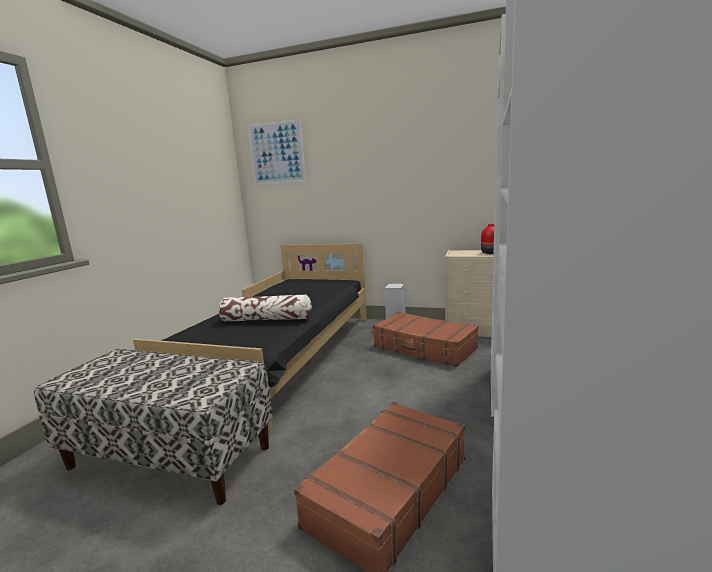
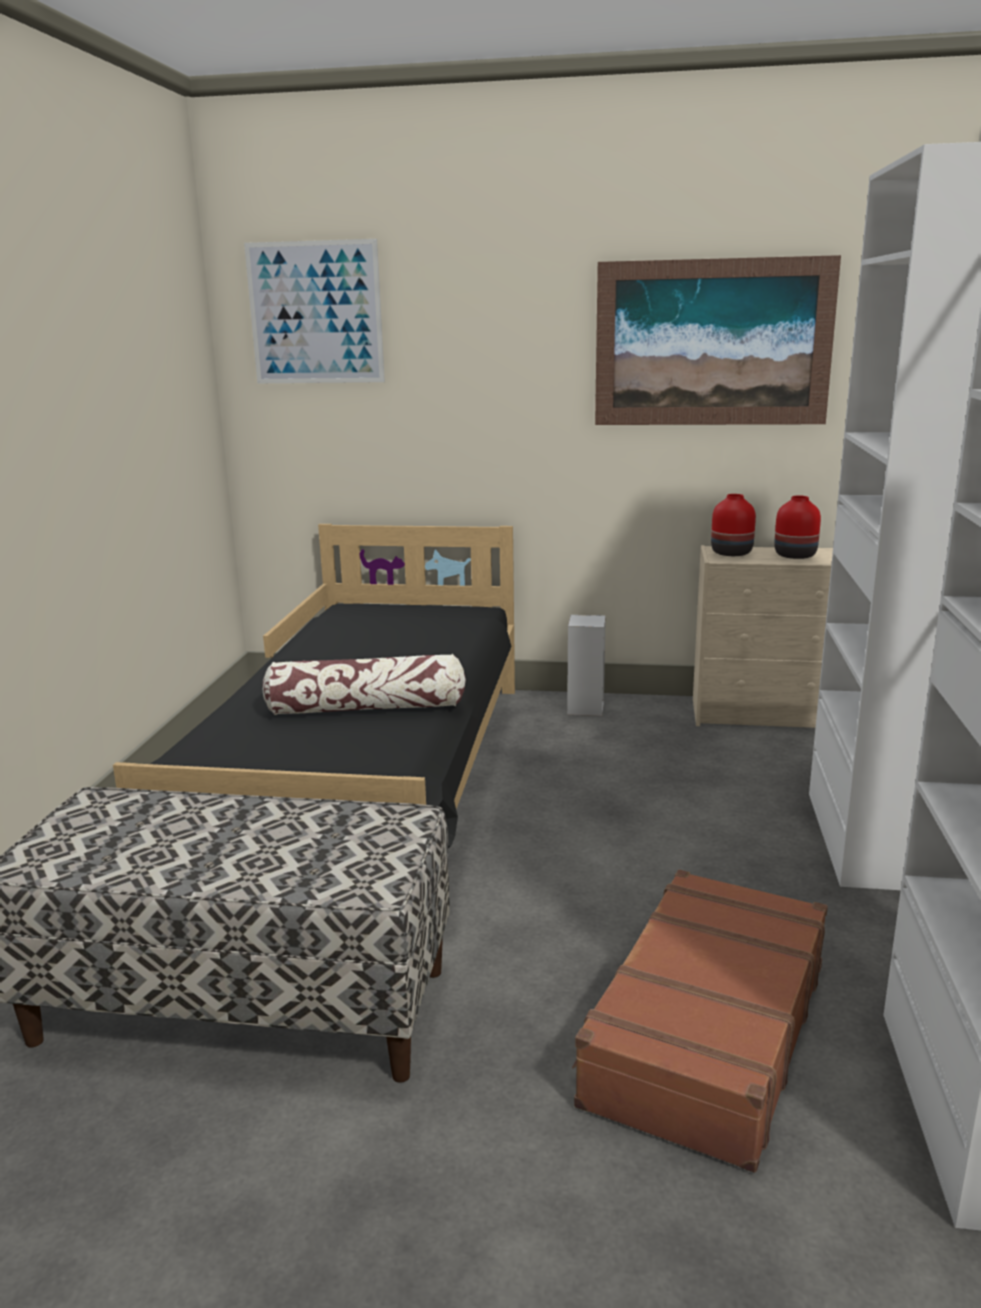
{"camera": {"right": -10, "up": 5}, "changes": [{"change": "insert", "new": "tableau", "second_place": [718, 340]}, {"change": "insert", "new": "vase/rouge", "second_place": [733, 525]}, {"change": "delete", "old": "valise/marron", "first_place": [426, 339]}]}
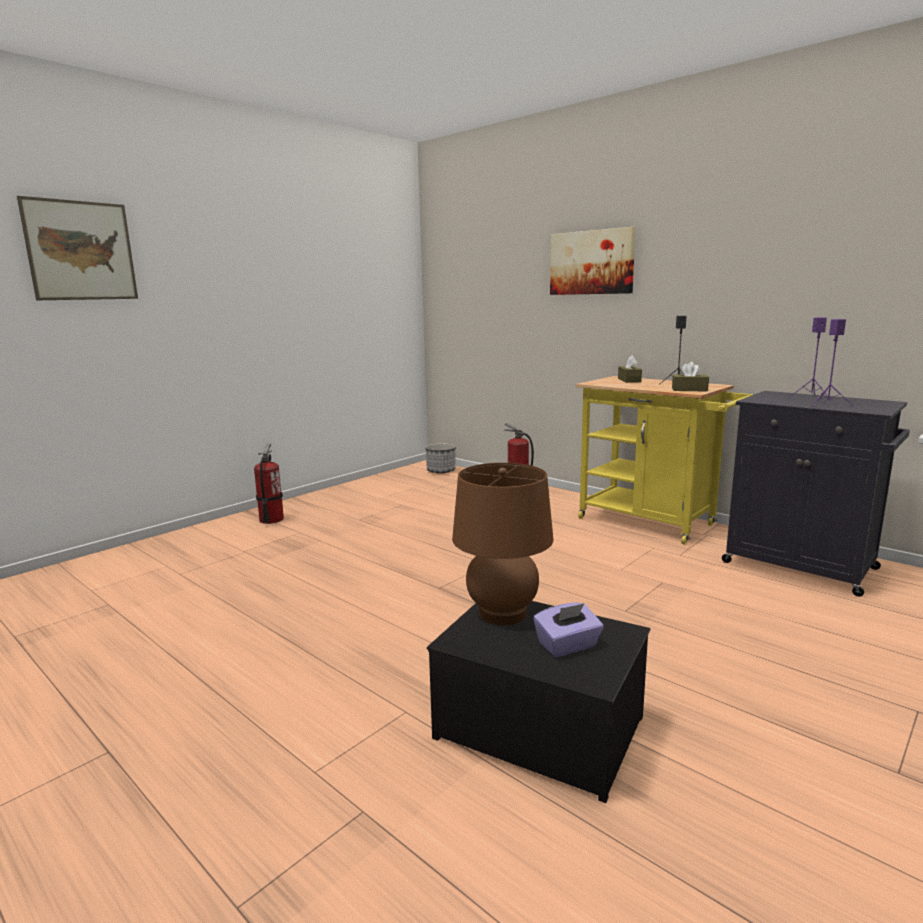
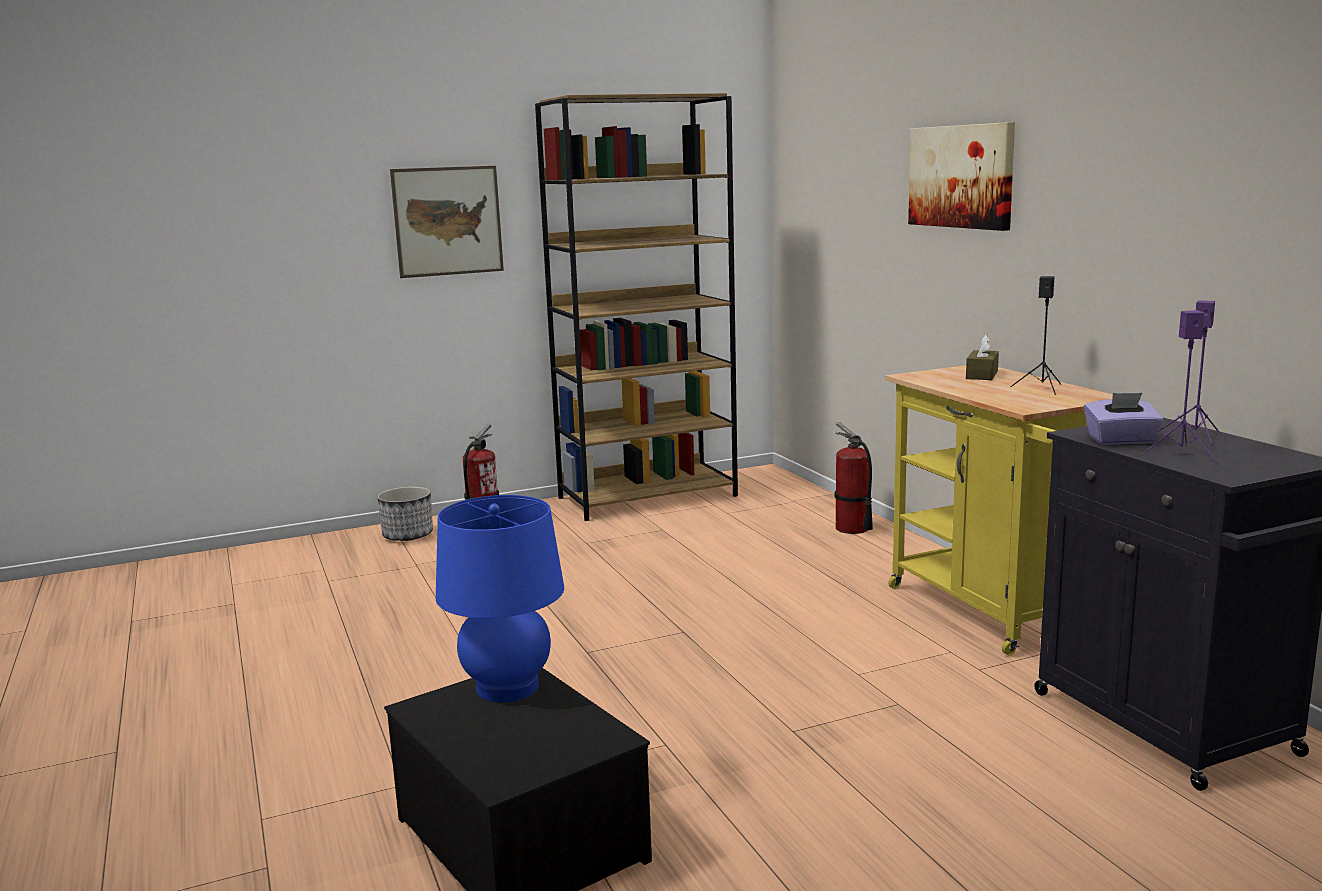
{"camera": {"right": 25, "up": 0}, "changes": [{"change": "move", "old": "cache-pot", "first_place": [440, 458], "second_place": [405, 513]}, {"change": "move", "old": "tableau", "first_place": [77, 248], "second_place": [447, 222]}, {"change": "recolor", "old": "lampe de table/marron", "new": "lampe de table/bleu", "first_place": [502, 544], "second_place": [500, 598]}, {"change": "insert", "new": "bibliothèque/marron", "second_place": [636, 307]}, {"change": "move", "old": "boîte à mouchoirs/violet", "first_place": [568, 629], "second_place": [1123, 419]}, {"change": "delete", "old": "boîte à mouchoirs/marron", "first_place": [690, 377]}]}
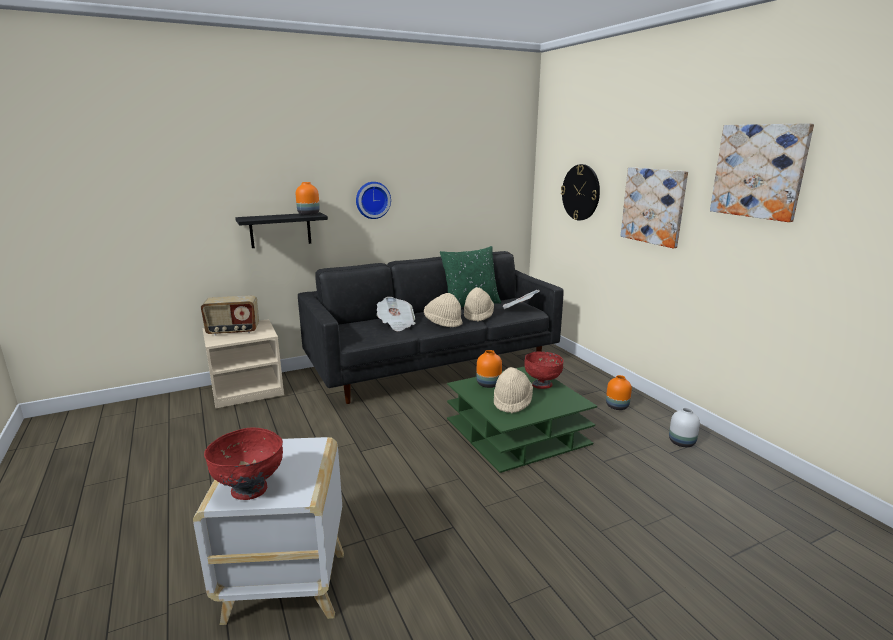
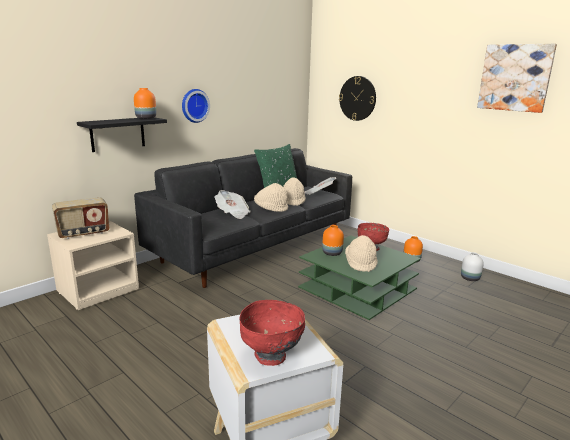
{"camera": {"right": -20, "up": 0}, "changes": [{"change": "delete", "old": "tableau", "first_place": [654, 207]}]}
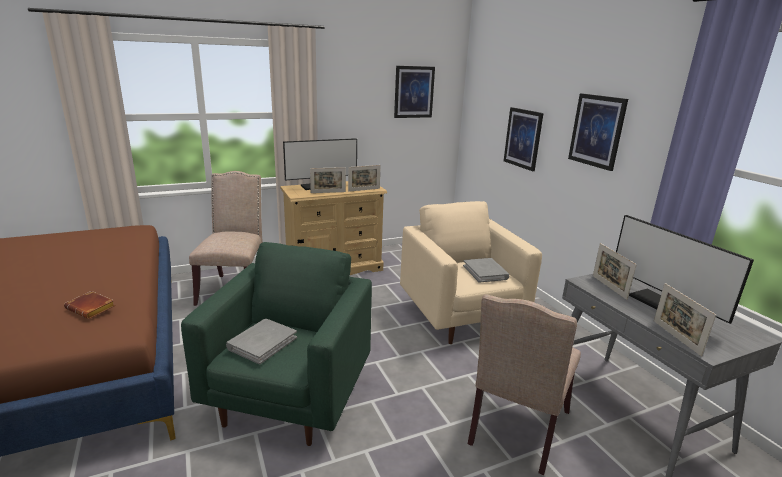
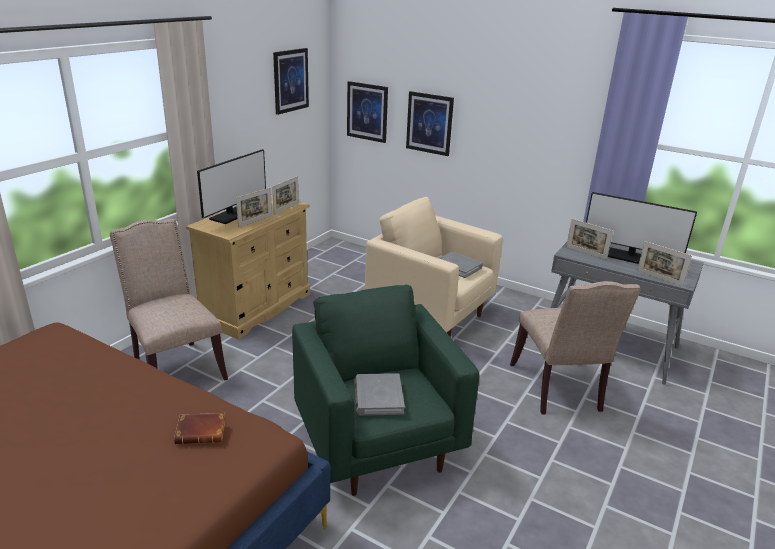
{"camera": {"right": -35, "up": 5}, "changes": [{"change": "move", "old": "tableau", "first_place": [598, 132], "second_place": [367, 112]}]}
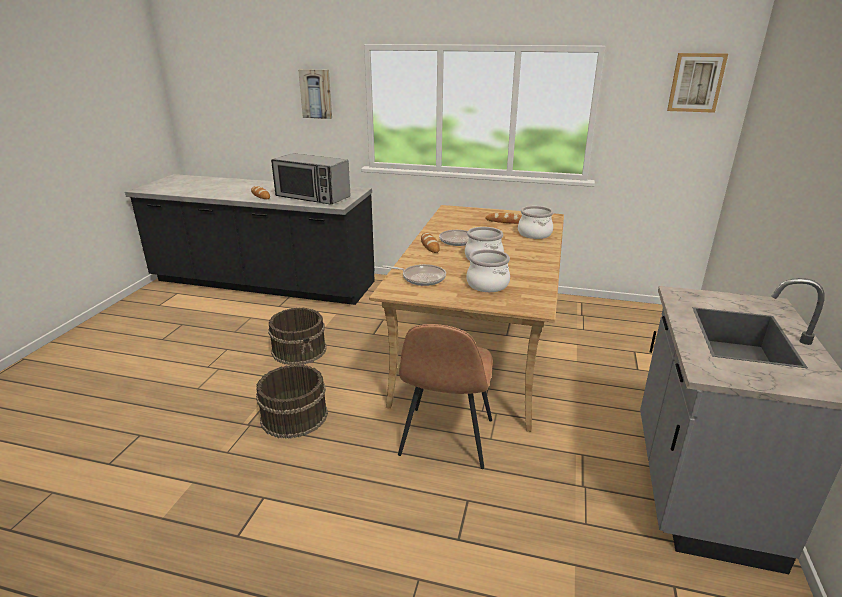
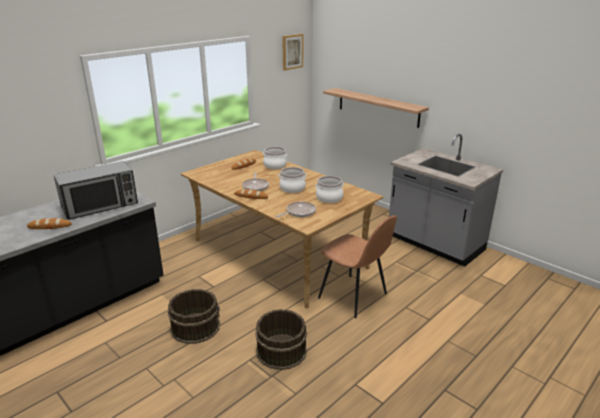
{"camera": {"right": -60, "up": 0}, "changes": [{"change": "insert", "new": "étagère", "second_place": [376, 108]}, {"change": "delete", "old": "tableau", "first_place": [315, 94]}]}
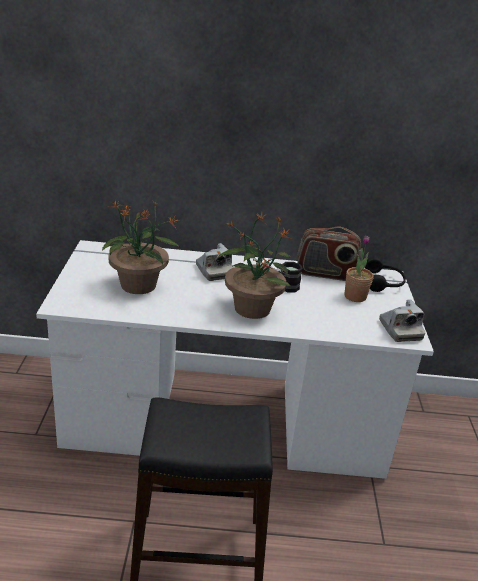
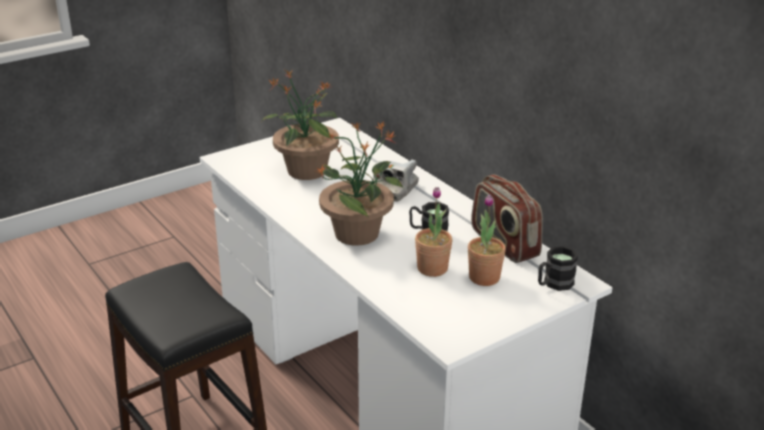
{"camera": {"right": 55, "up": 0}, "changes": [{"change": "insert", "new": "plante en pot", "second_place": [433, 232]}, {"change": "replace", "old": "casque audio/noir", "new": "mug/noir", "first_place": [385, 274], "second_place": [558, 268]}, {"change": "delete", "old": "appareil photo", "first_place": [402, 320]}]}
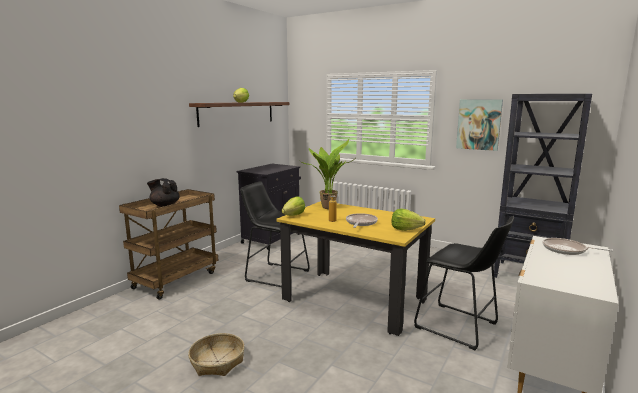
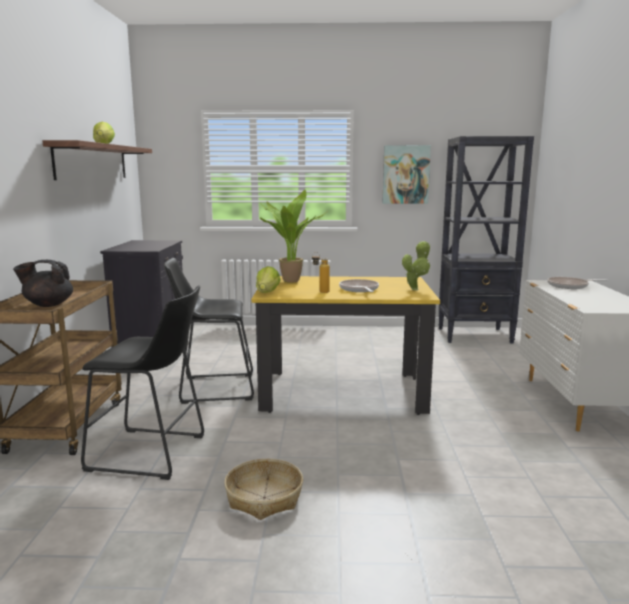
{"camera": {"right": -30, "up": 0}, "changes": [{"change": "move", "old": "tabouret/noir", "first_place": [464, 283], "second_place": [142, 382]}, {"change": "replace", "old": "laitue", "new": "plante en pot", "first_place": [408, 220], "second_place": [416, 265]}]}
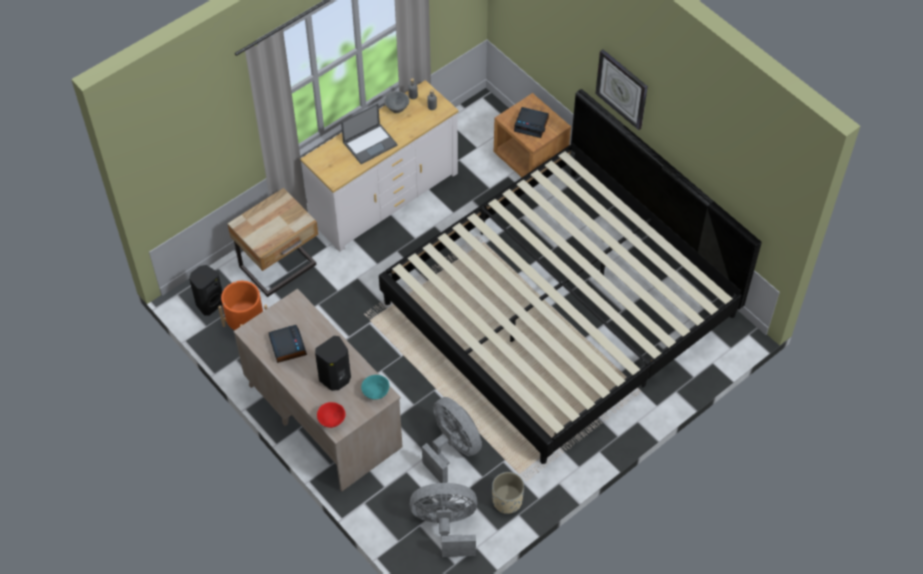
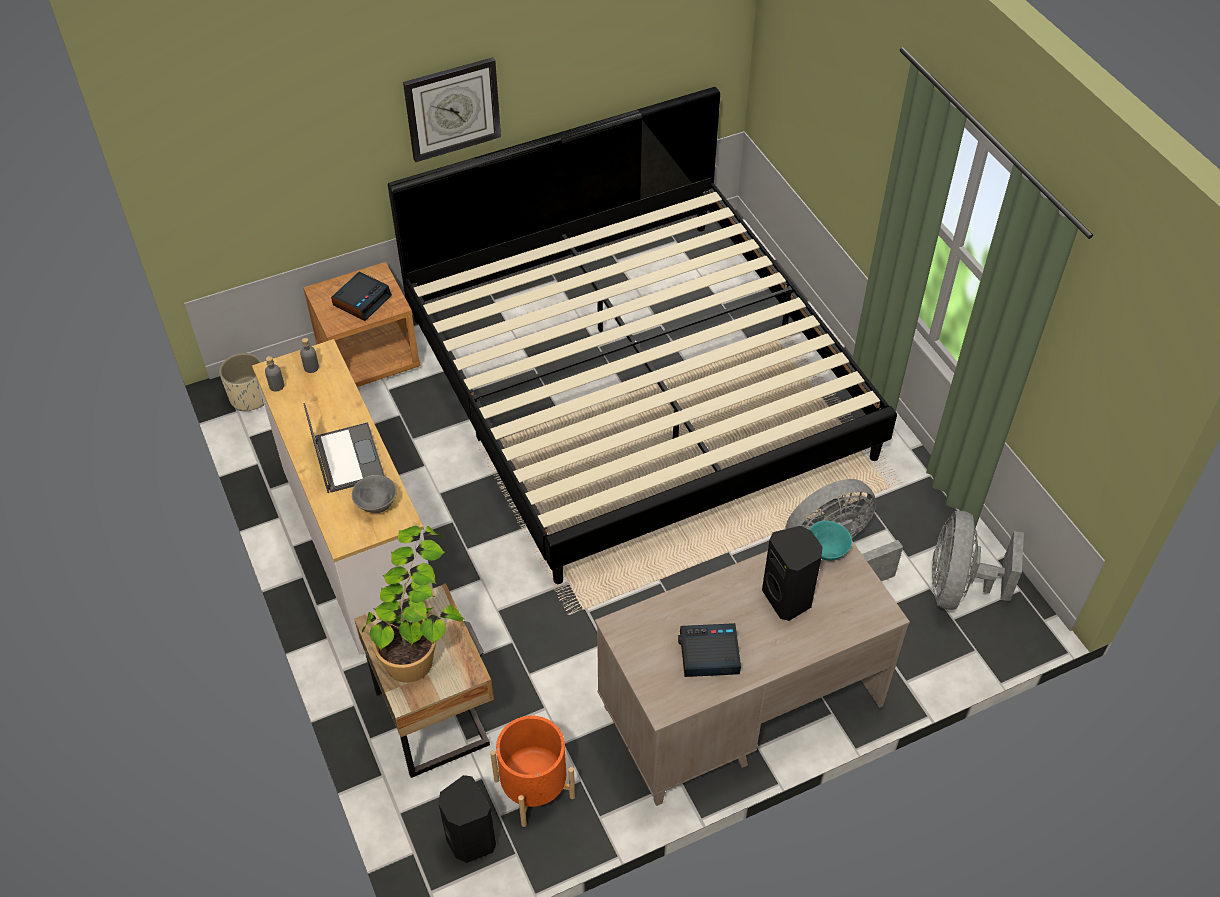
{"camera": {"right": -75, "up": -5}, "changes": [{"change": "move", "old": "cache-pot/beige", "first_place": [508, 493], "second_place": [241, 382]}, {"change": "move", "old": "bol/gris", "first_place": [396, 102], "second_place": [374, 494]}, {"change": "insert", "new": "plante en pot", "second_place": [413, 604]}, {"change": "delete", "old": "bol/rouge", "first_place": [331, 415]}]}
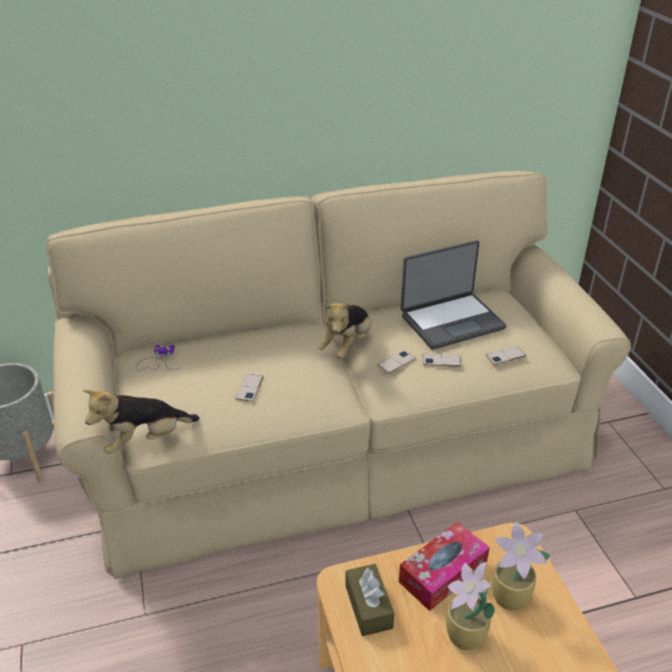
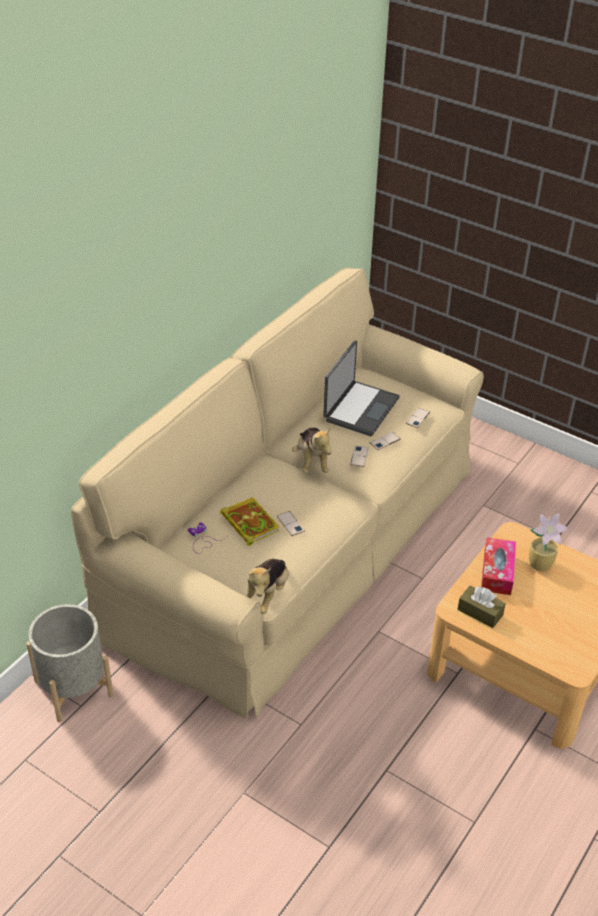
{"camera": {"right": -40, "up": 5}, "changes": [{"change": "insert", "new": "livre", "second_place": [249, 521]}, {"change": "delete", "old": "plante en pot", "first_place": [470, 606]}]}
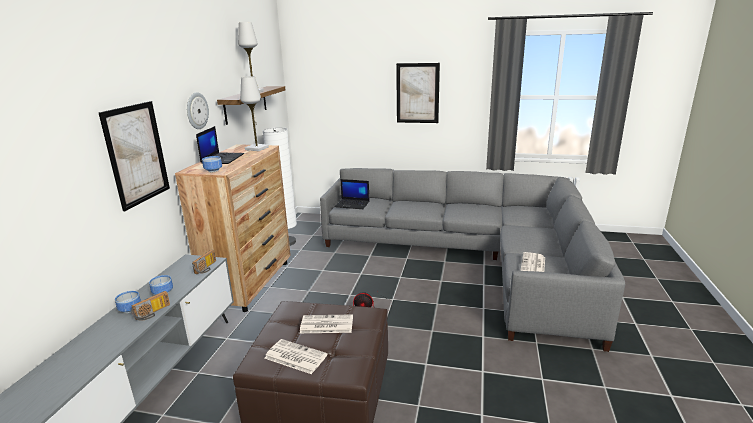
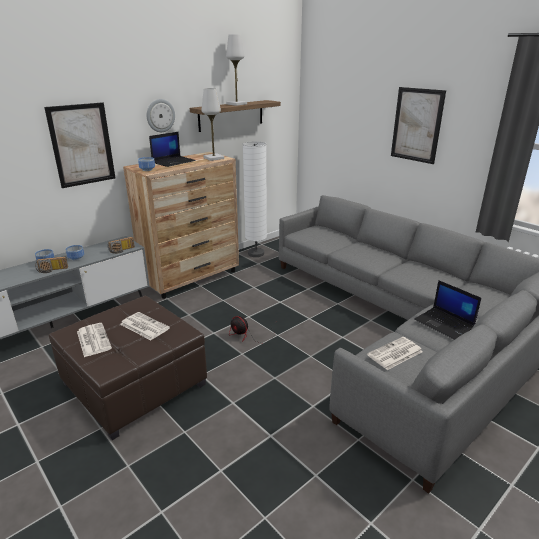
{"camera": {"right": 35, "up": 5}, "changes": [{"change": "move", "old": "ordinateur portable", "first_place": [352, 194], "second_place": [447, 310]}]}
